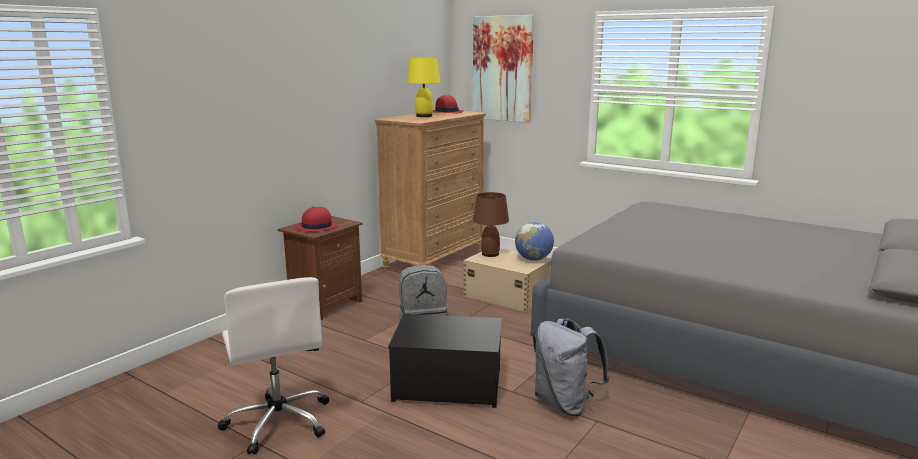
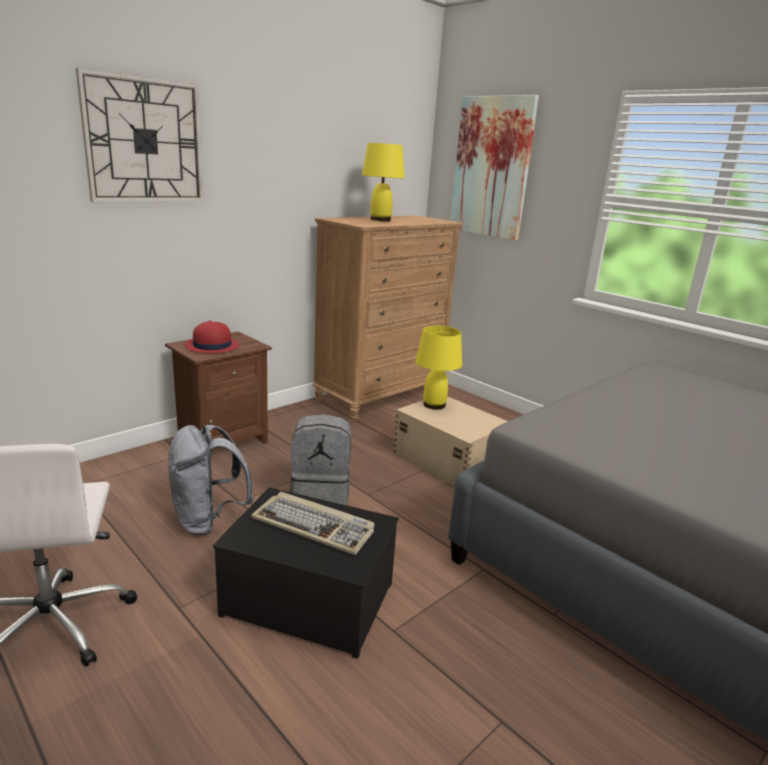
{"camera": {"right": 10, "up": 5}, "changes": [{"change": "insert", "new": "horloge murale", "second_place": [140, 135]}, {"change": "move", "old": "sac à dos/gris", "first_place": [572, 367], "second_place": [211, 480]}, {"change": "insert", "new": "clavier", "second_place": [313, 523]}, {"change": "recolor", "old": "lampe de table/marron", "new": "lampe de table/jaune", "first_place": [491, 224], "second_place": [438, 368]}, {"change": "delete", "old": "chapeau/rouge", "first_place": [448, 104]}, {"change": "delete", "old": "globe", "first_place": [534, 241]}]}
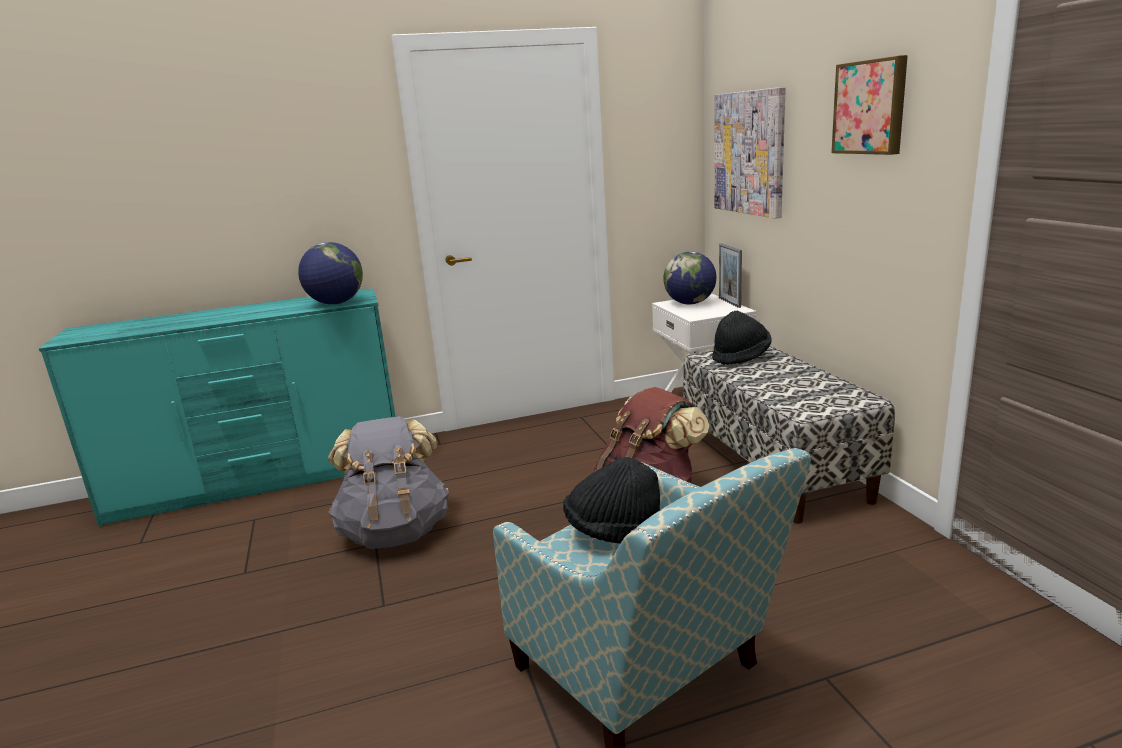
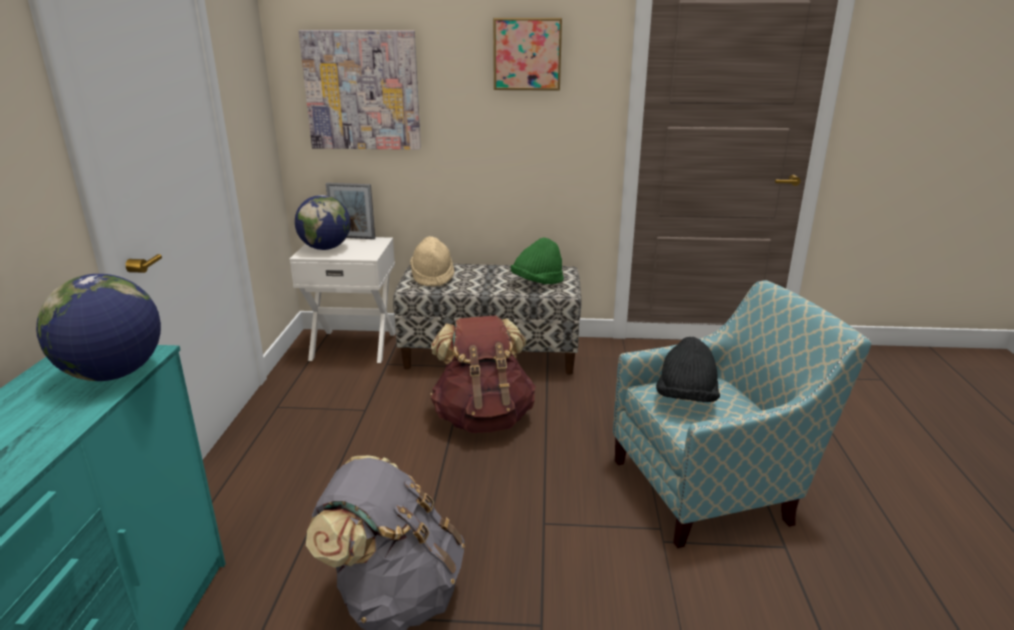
{"camera": {"right": -70, "up": 5}, "changes": [{"change": "recolor", "old": "chapeau/noir", "new": "chapeau/beige", "first_place": [742, 338], "second_place": [432, 261]}, {"change": "insert", "new": "chapeau/vert", "second_place": [537, 261]}]}
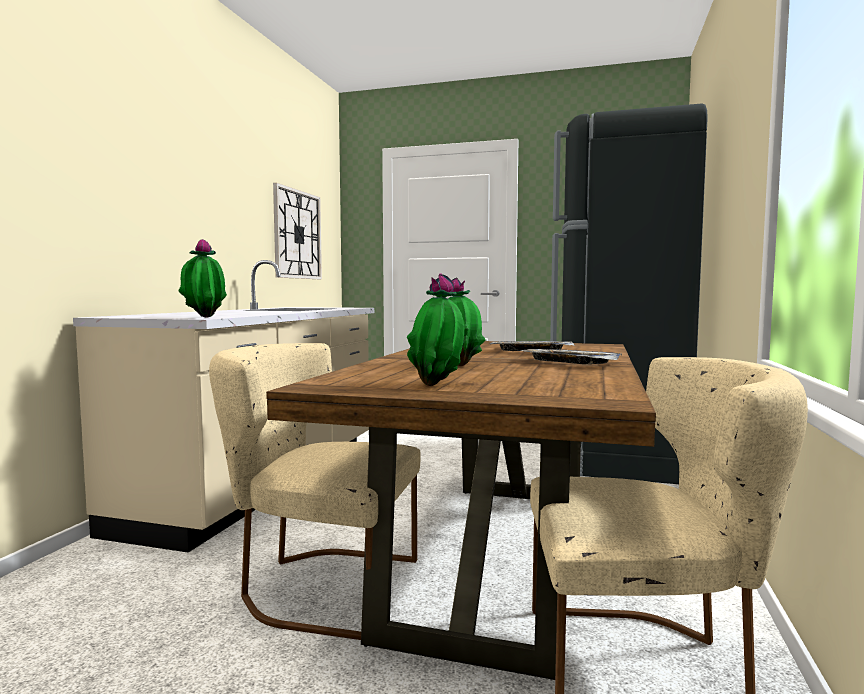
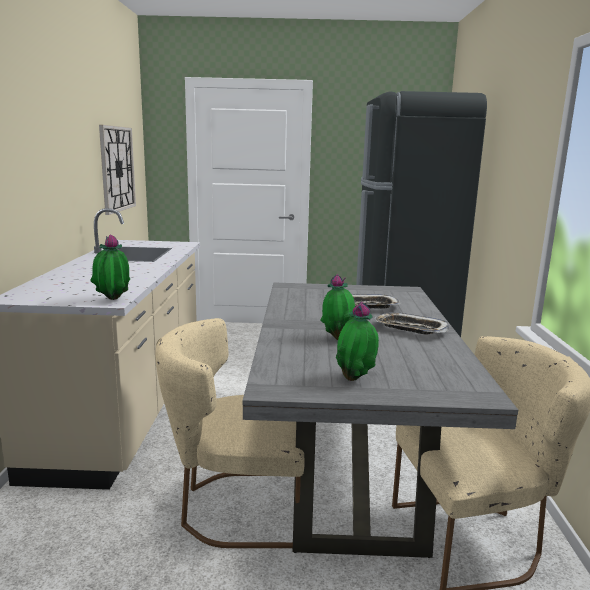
{"camera": {"right": -15, "up": 10}, "changes": [{"change": "recolor", "old": "table à manger/marron", "new": "table à manger/gris", "first_place": [461, 510], "second_place": [380, 420]}]}
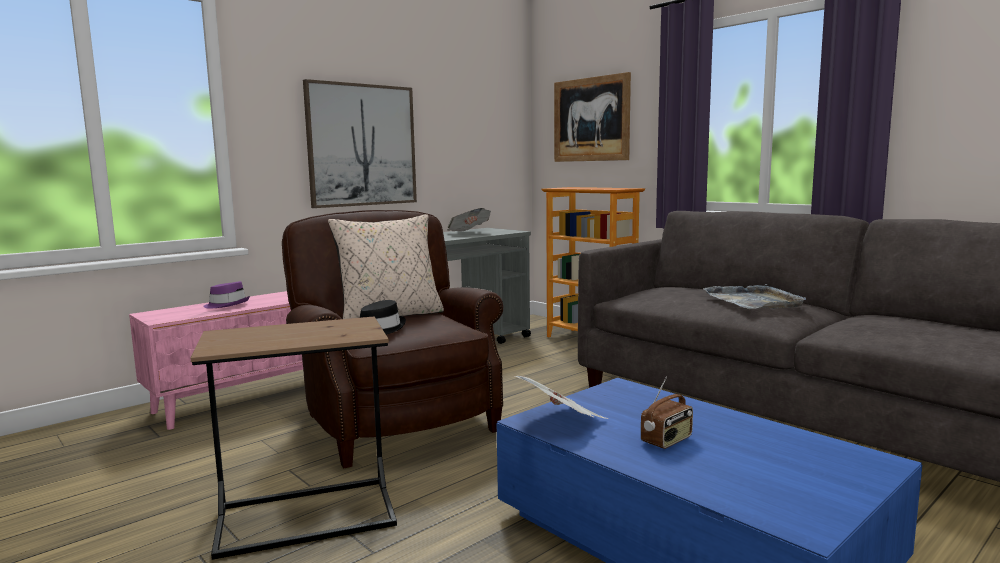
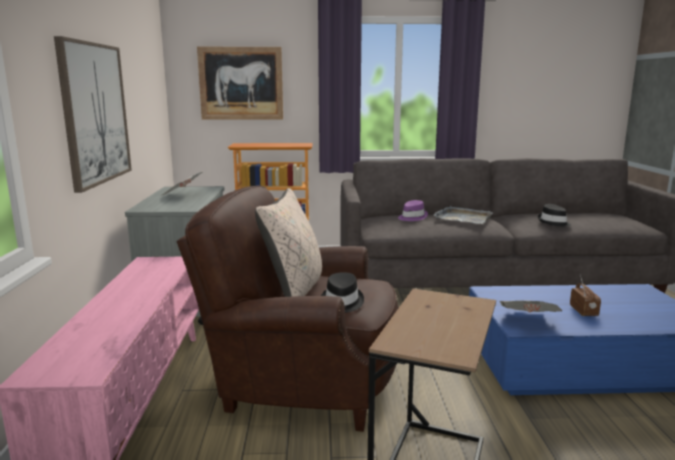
{"camera": {"right": -50, "up": 5}, "changes": [{"change": "move", "old": "chapeau/violet", "first_place": [226, 295], "second_place": [413, 210]}, {"change": "insert", "new": "chapeau/noir", "second_place": [554, 215]}]}
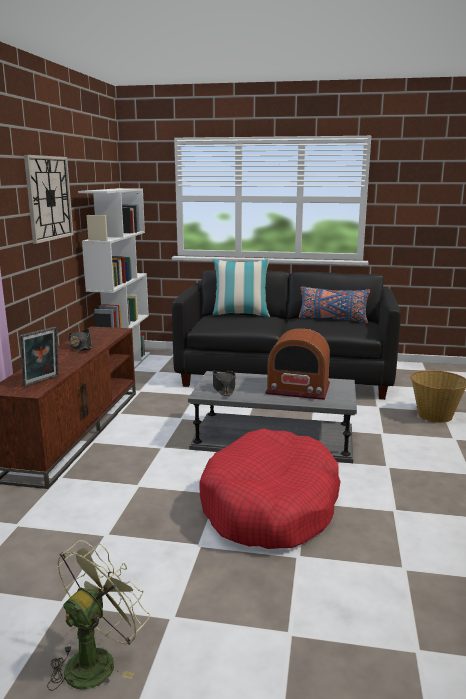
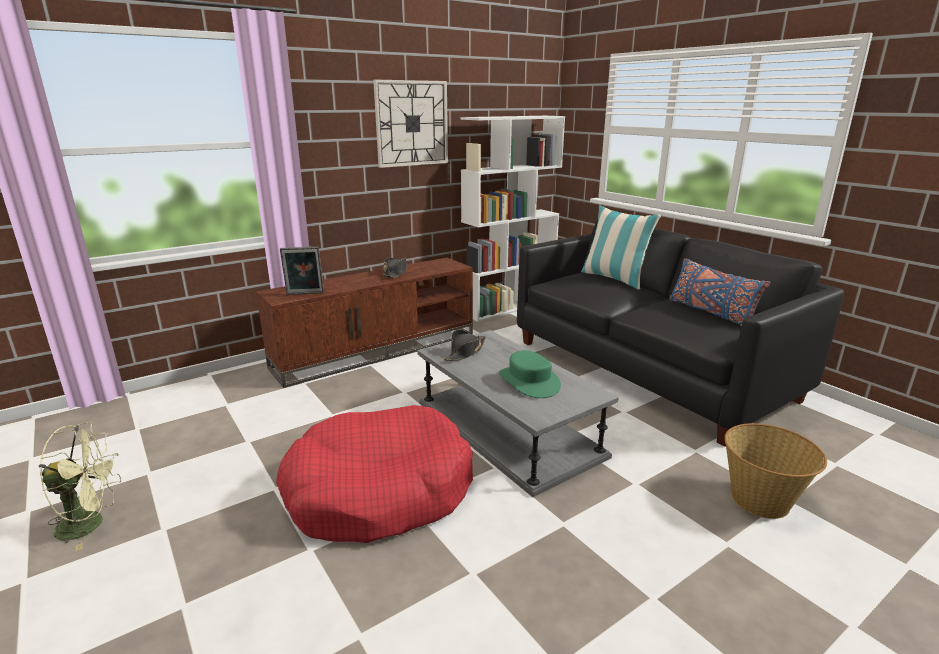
{"camera": {"right": 45, "up": 5}, "changes": [{"change": "replace", "old": "radio", "new": "chapeau/vert", "first_place": [297, 364], "second_place": [530, 374]}]}
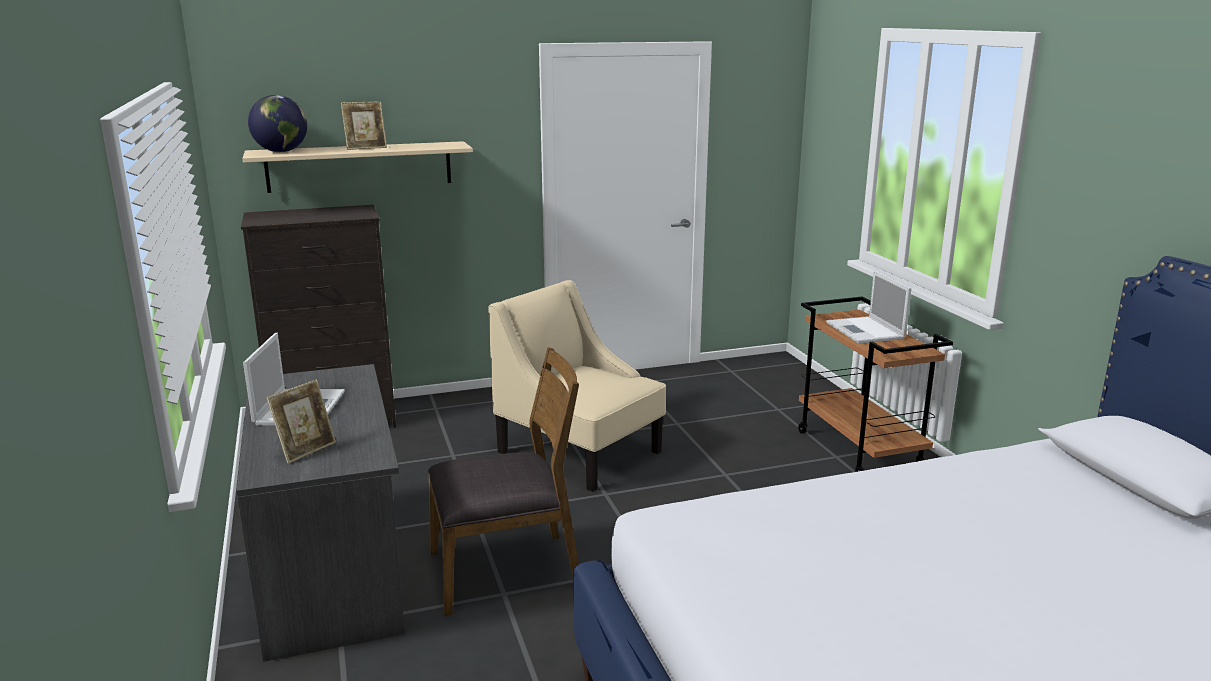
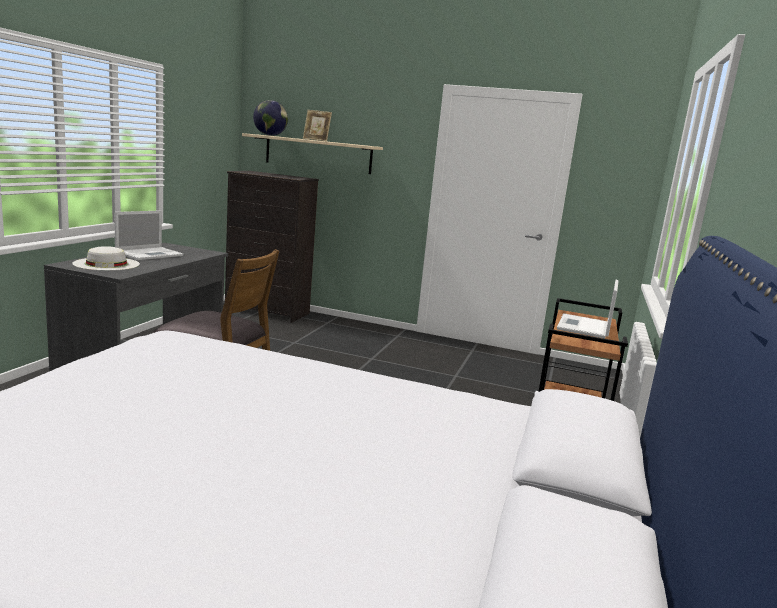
{"camera": {"right": 35, "up": -5}, "changes": [{"change": "replace", "old": "cadre photo", "new": "chapeau/blanc", "first_place": [301, 422], "second_place": [106, 258]}, {"change": "delete", "old": "fauteuil/beige", "first_place": [577, 386]}]}
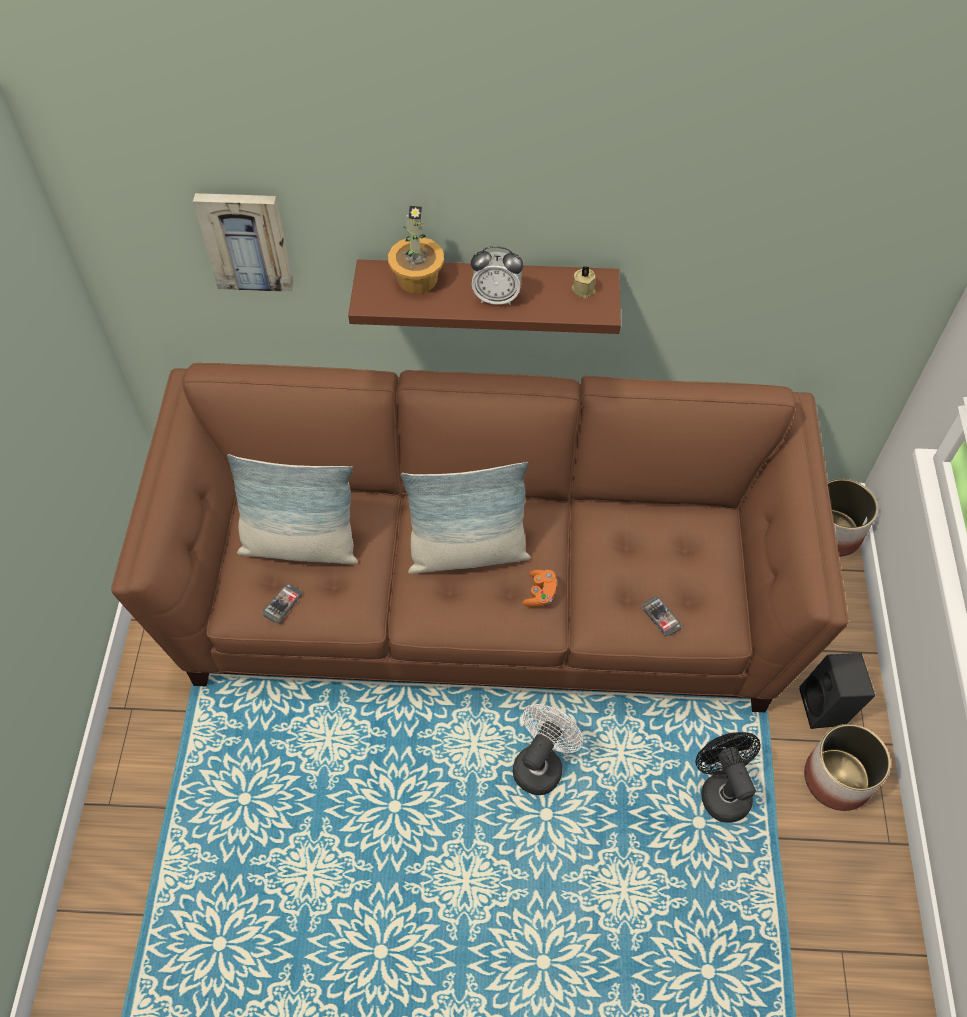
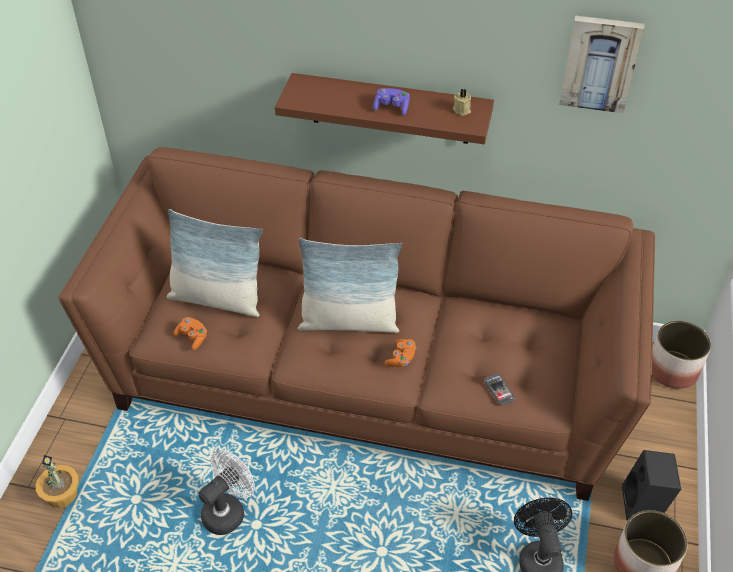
{"camera": {"right": 10, "up": -10}, "changes": [{"change": "move", "old": "plante en pot", "first_place": [416, 250], "second_place": [57, 481]}, {"change": "replace", "old": "téléphone", "new": "manette/orange", "first_place": [282, 603], "second_place": [190, 333]}, {"change": "move", "old": "ventilateur/blanc", "first_place": [548, 749], "second_place": [227, 492]}, {"change": "replace", "old": "réveil", "new": "manette/violet", "first_place": [497, 275], "second_place": [391, 102]}, {"change": "move", "old": "tableau", "first_place": [243, 242], "second_place": [601, 64]}]}
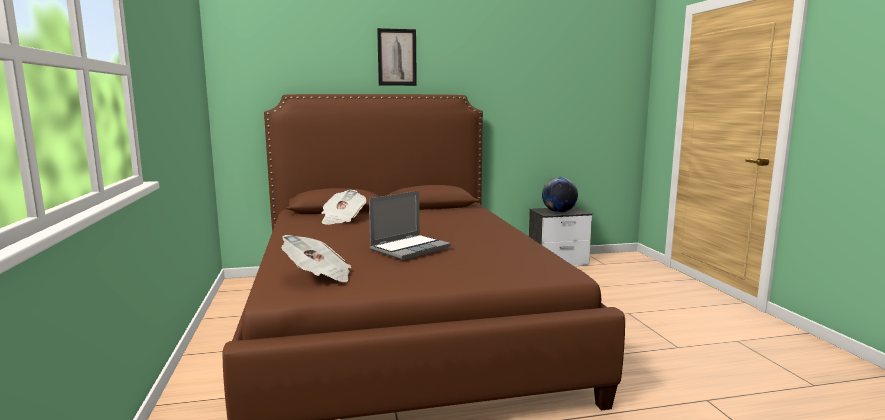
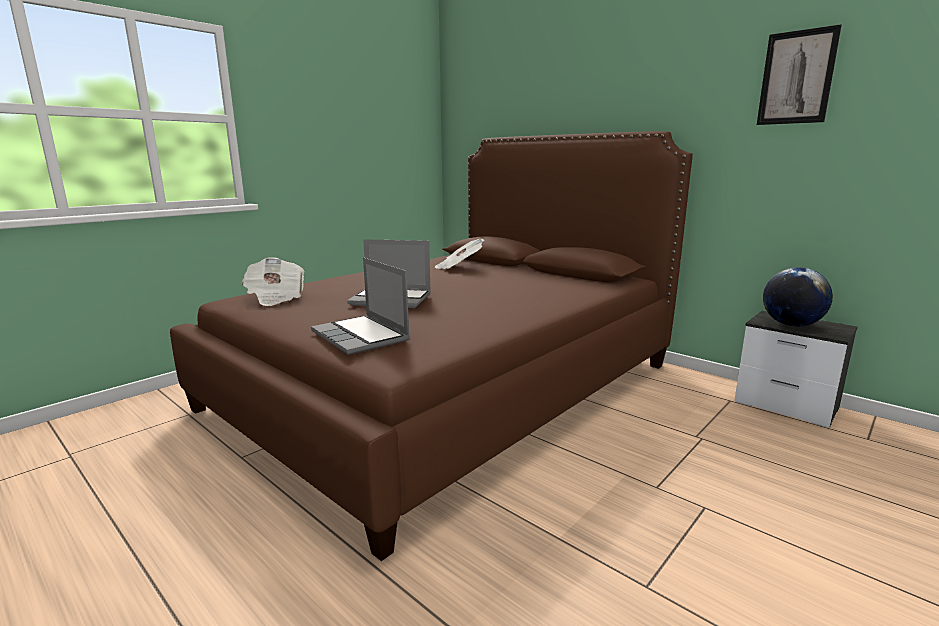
{"camera": {"right": 55, "up": 5}, "changes": [{"change": "insert", "new": "ordinateur portable", "second_place": [360, 306]}, {"change": "move", "old": "tableau", "first_place": [397, 57], "second_place": [799, 74]}]}
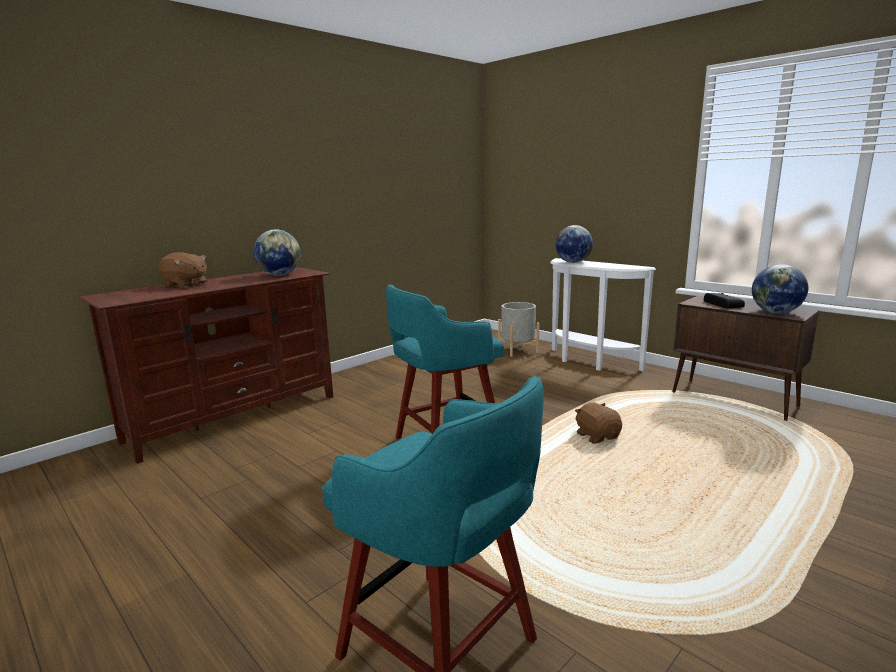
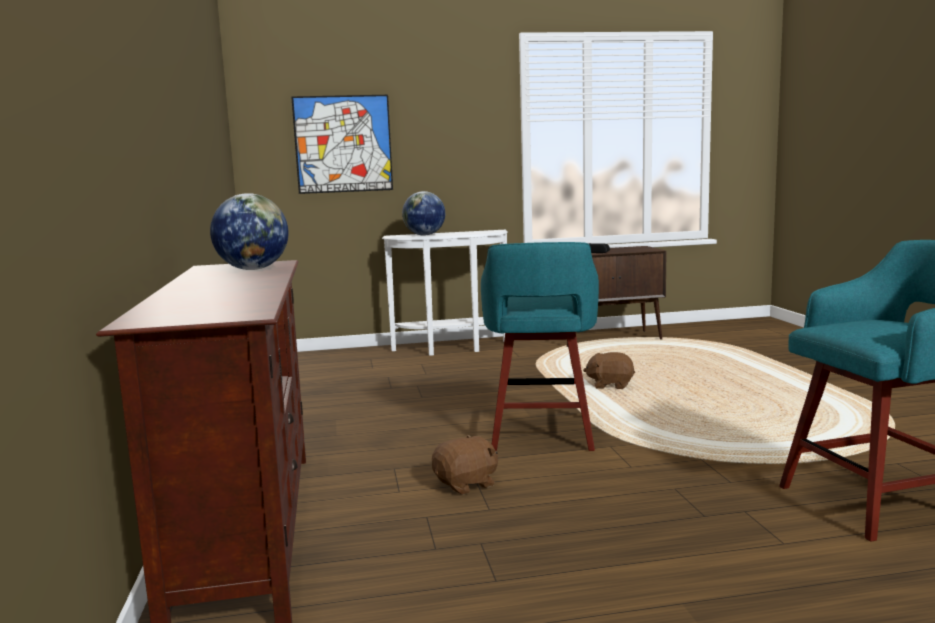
{"camera": {"right": -55, "up": -5}, "changes": [{"change": "insert", "new": "tableau", "second_place": [342, 144]}, {"change": "move", "old": "peluche/marron", "first_place": [183, 270], "second_place": [465, 464]}, {"change": "delete", "old": "cache-pot/gris", "first_place": [519, 329]}, {"change": "delete", "old": "globe", "first_place": [780, 288]}]}
